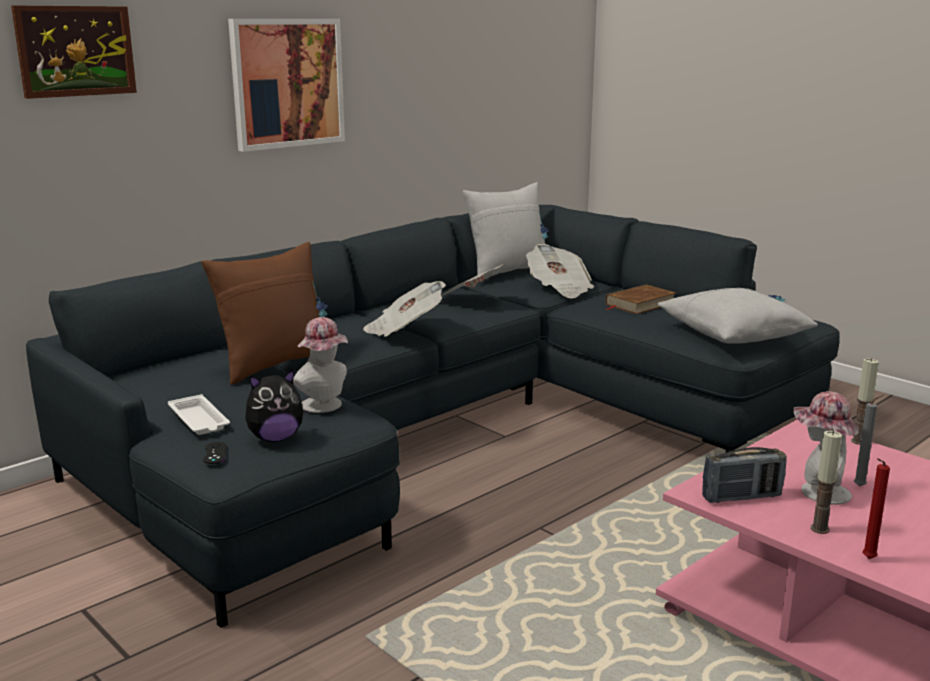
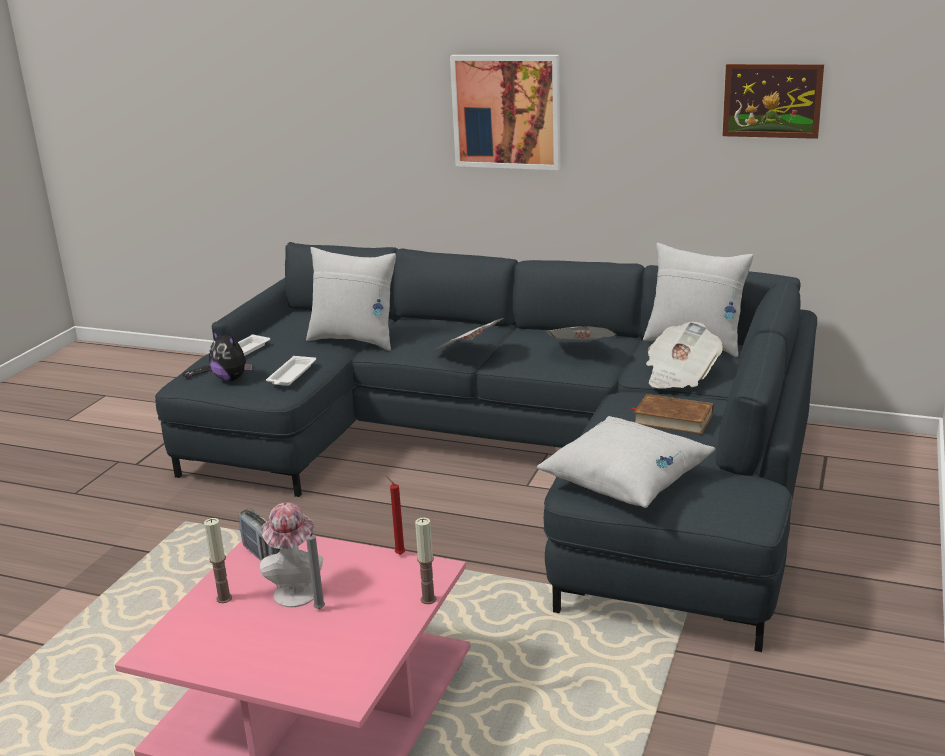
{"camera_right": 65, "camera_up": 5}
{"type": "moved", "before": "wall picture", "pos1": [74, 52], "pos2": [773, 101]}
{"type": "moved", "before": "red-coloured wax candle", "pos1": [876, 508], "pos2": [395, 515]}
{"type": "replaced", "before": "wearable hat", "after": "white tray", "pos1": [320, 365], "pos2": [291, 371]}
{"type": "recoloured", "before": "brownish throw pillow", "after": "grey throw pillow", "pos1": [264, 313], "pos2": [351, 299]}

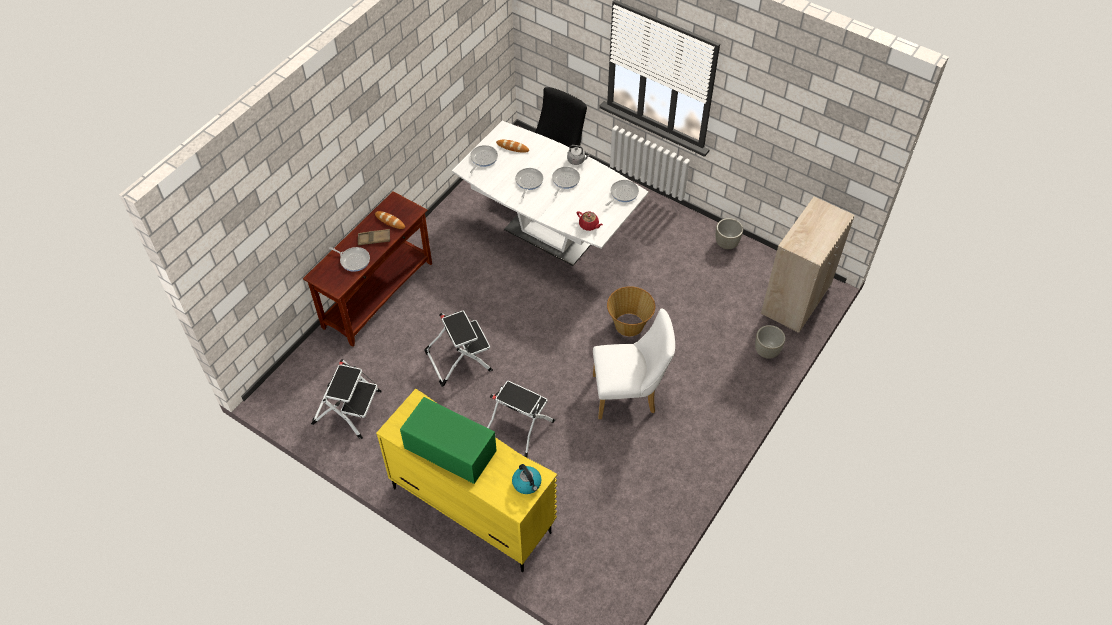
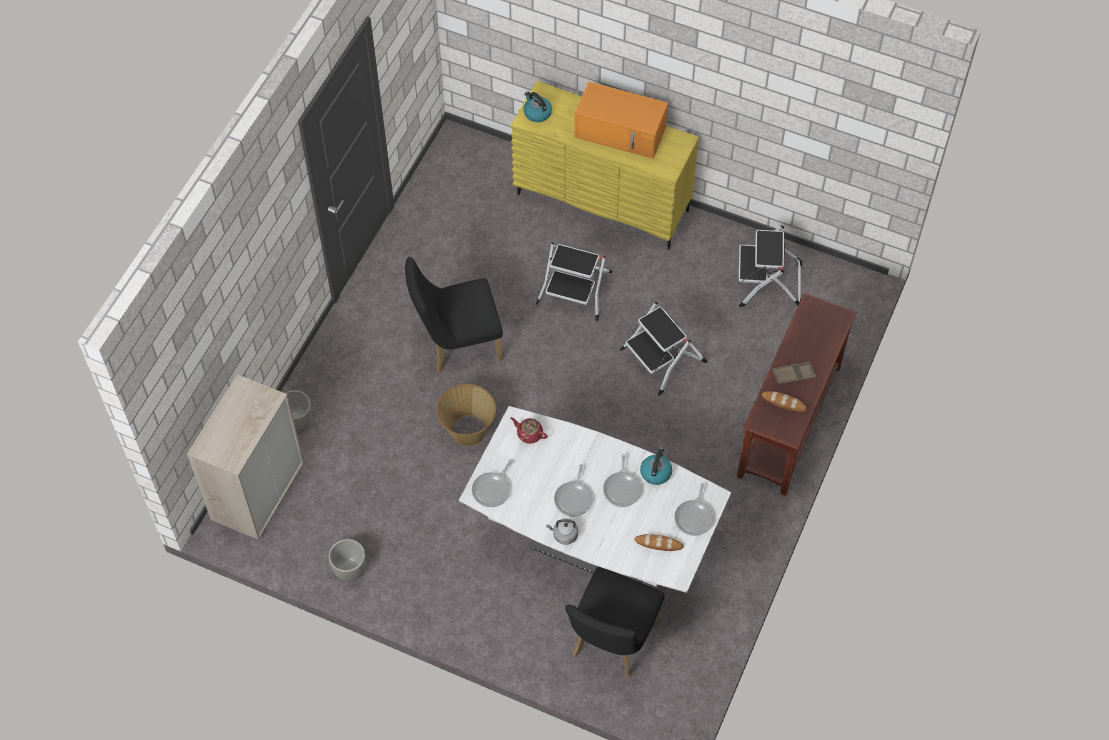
{"camera_right": 170, "camera_up": 5}
{"type": "removed", "before": "frying pan", "pos1": [349, 259]}
{"type": "added", "after": "water kettle", "pos2": [656, 466]}
{"type": "recoloured", "before": "green-coloured kitchen microwave", "after": "orangey kitchen microwave", "pos1": [448, 440], "pos2": [621, 120]}
{"type": "recoloured", "before": "white upright chair", "after": "blackish upright chair", "pos1": [634, 363], "pos2": [454, 315]}

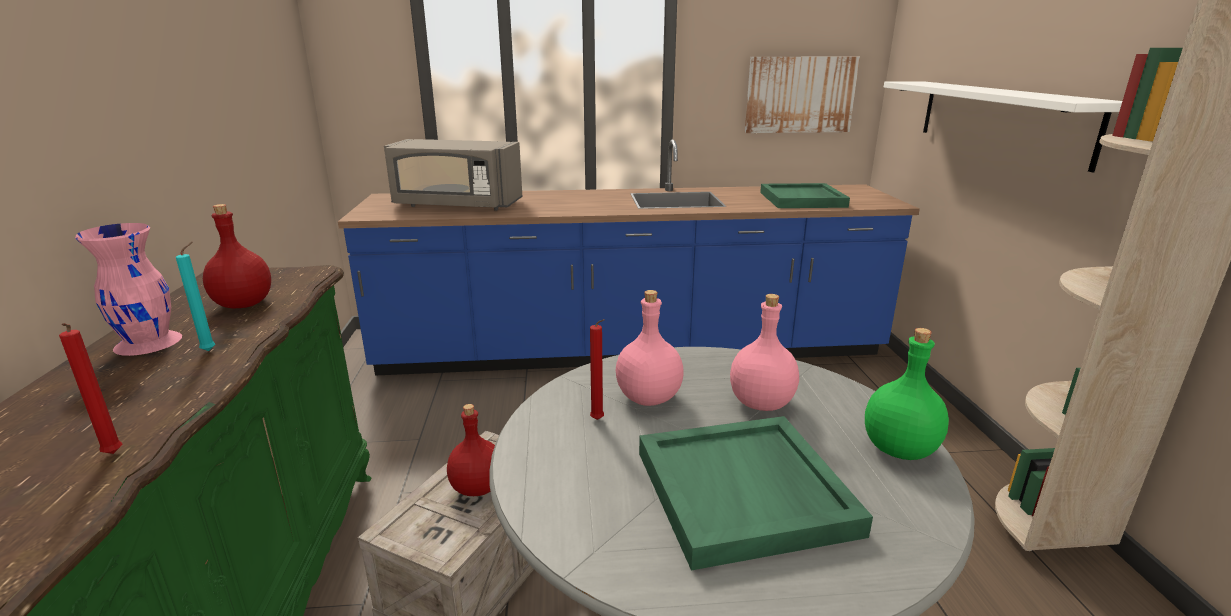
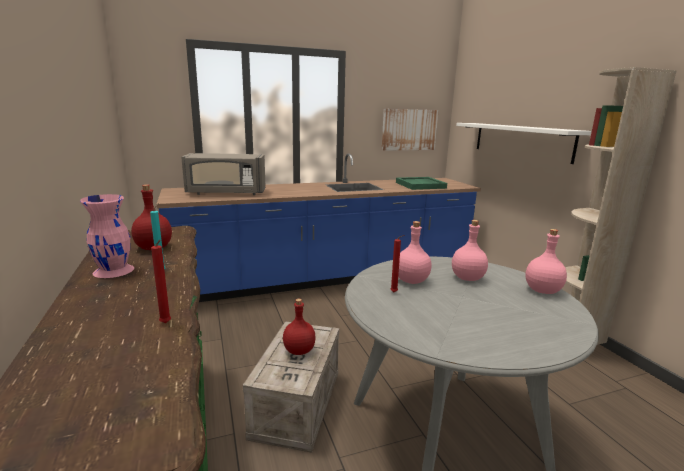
{"camera_right": -15, "camera_up": -5}
{"type": "removed", "before": "green-coloured tray", "pos1": [756, 493]}
{"type": "recoloured", "before": "green-coloured beverage bottle", "after": "pinkish beverage bottle", "pos1": [907, 394], "pos2": [546, 261]}

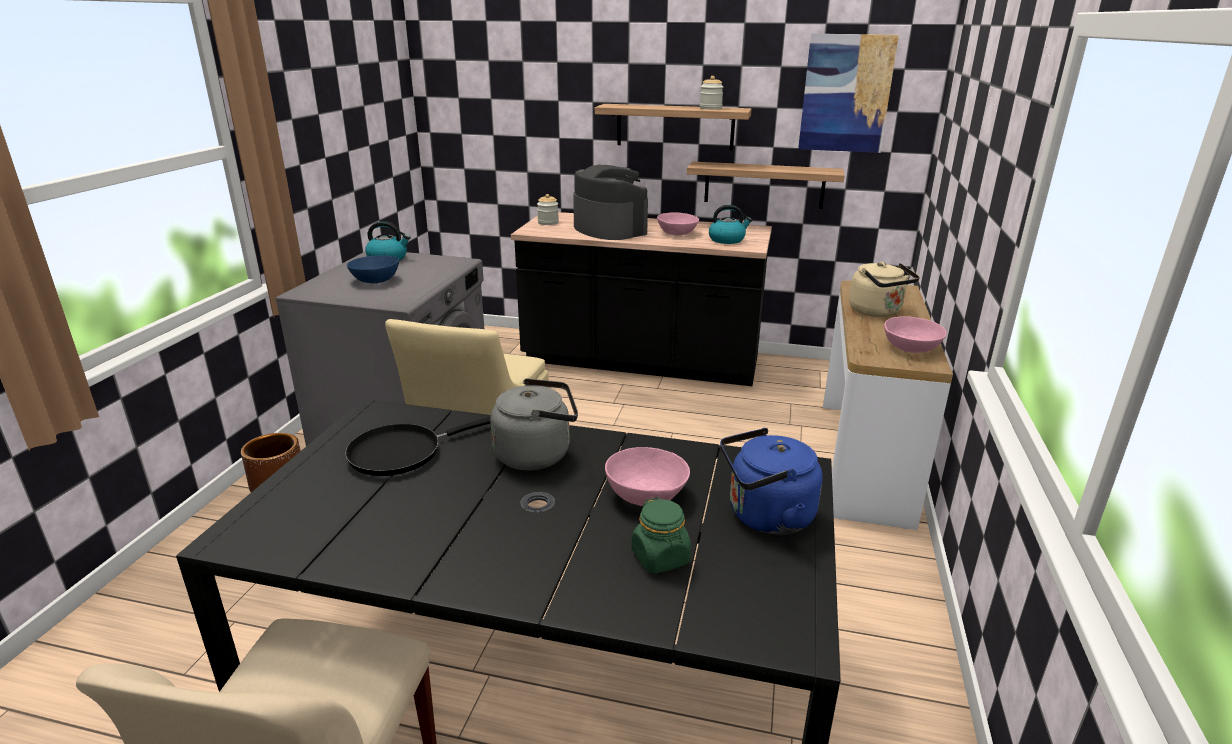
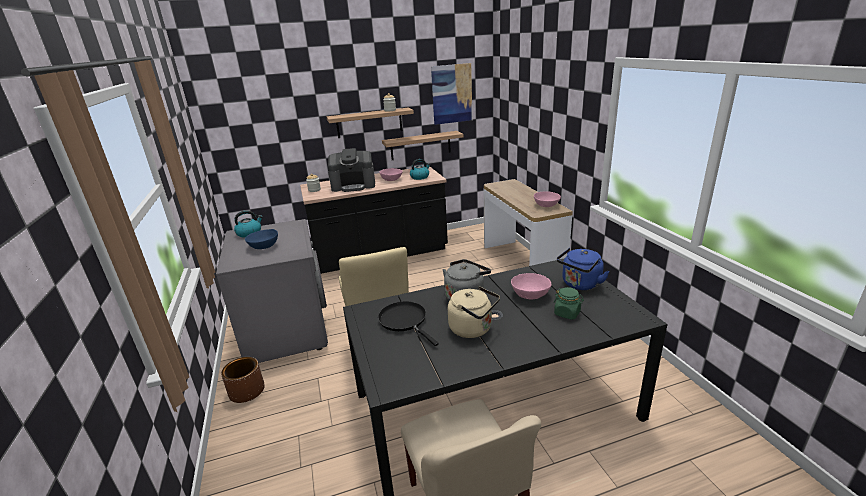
{"camera_right": -30, "camera_up": 0}
{"type": "moved", "before": "sand-coloured water kettle", "pos1": [884, 289], "pos2": [474, 312]}
{"type": "turned", "before": "blackish frying pan", "pos1": [418, 446], "pos2": [408, 323], "turn": 120}
{"type": "turned", "before": "coffee machine", "pos1": [611, 202], "pos2": [351, 170], "turn": 150}

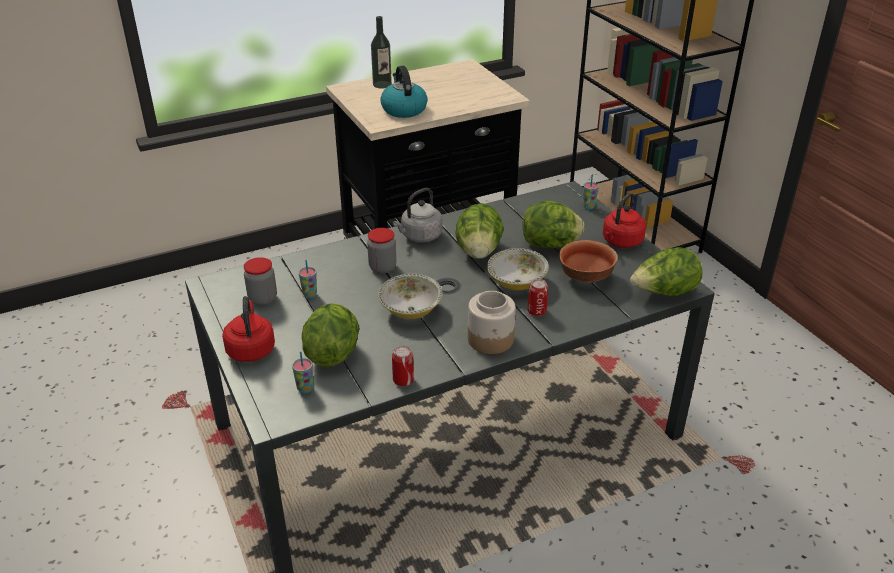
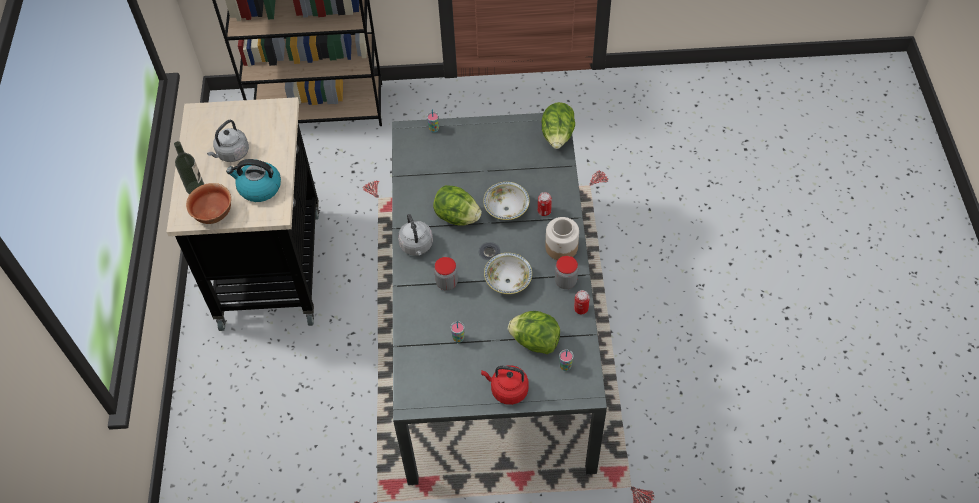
{"camera_right": -65, "camera_up": 20}
{"type": "removed", "before": "lettuce", "pos1": [553, 224]}
{"type": "removed", "before": "red-coloured water kettle", "pos1": [624, 220]}
{"type": "added", "after": "grey water kettle", "pos2": [228, 141]}
{"type": "moved", "before": "preserve jar", "pos1": [260, 281], "pos2": [566, 272]}
{"type": "moved", "before": "bowl", "pos1": [588, 261], "pos2": [208, 203]}

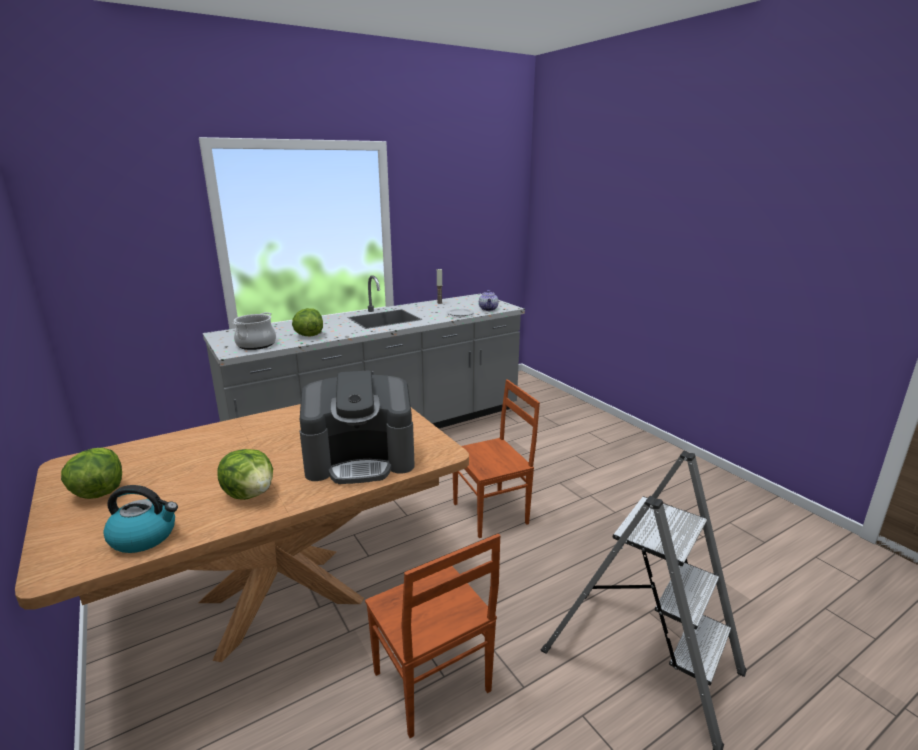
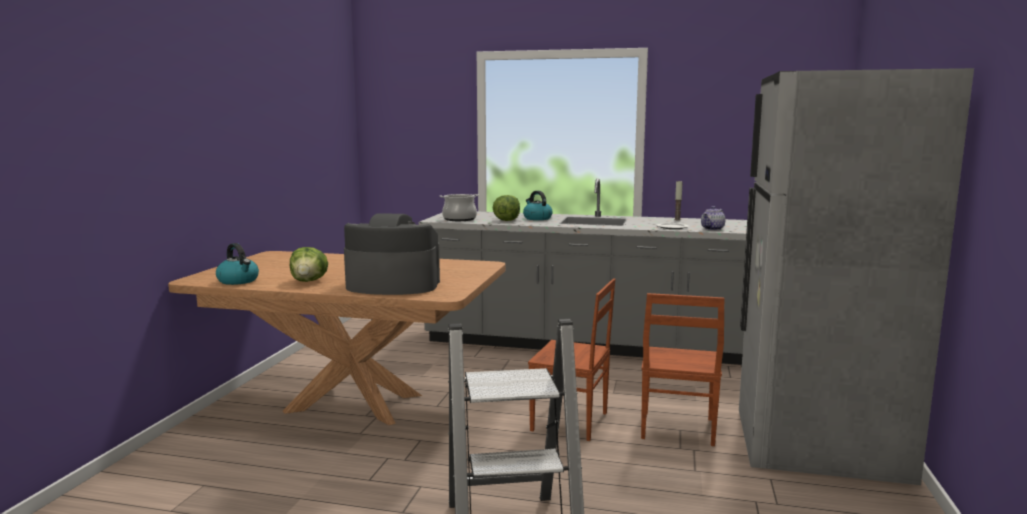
{"camera_right": 45, "camera_up": -10}
{"type": "removed", "before": "lettuce", "pos1": [91, 473]}
{"type": "added", "after": "water kettle", "pos2": [538, 205]}
{"type": "added", "after": "grey refrigerator", "pos2": [856, 276]}
{"type": "moved", "before": "brownish upright chair", "pos1": [433, 636], "pos2": [683, 369]}
{"type": "turned", "before": "coffee machine", "pos1": [357, 427], "pos2": [392, 254], "turn": 150}

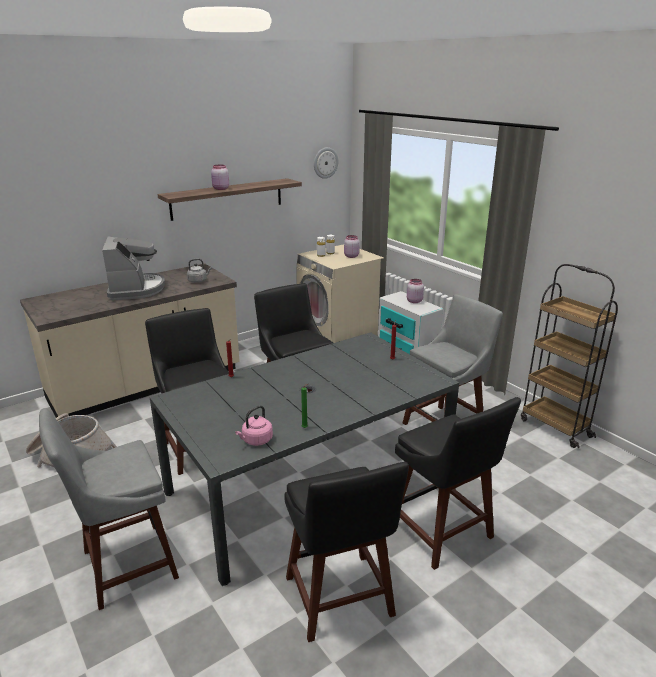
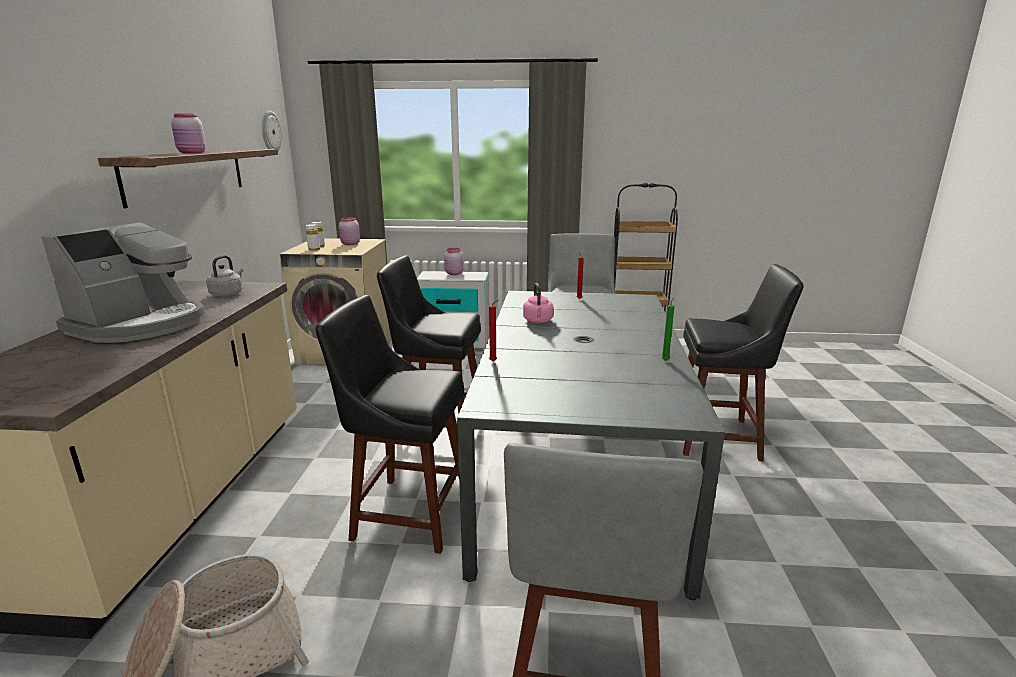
{"camera_right": -50, "camera_up": -5}
{"type": "removed", "before": "blackish upright chair", "pos1": [346, 552]}
{"type": "moved", "before": "pinkish water kettle", "pos1": [254, 425], "pos2": [538, 303]}
{"type": "turned", "before": "coffee machine", "pos1": [133, 268], "pos2": [123, 282], "turn": 90}

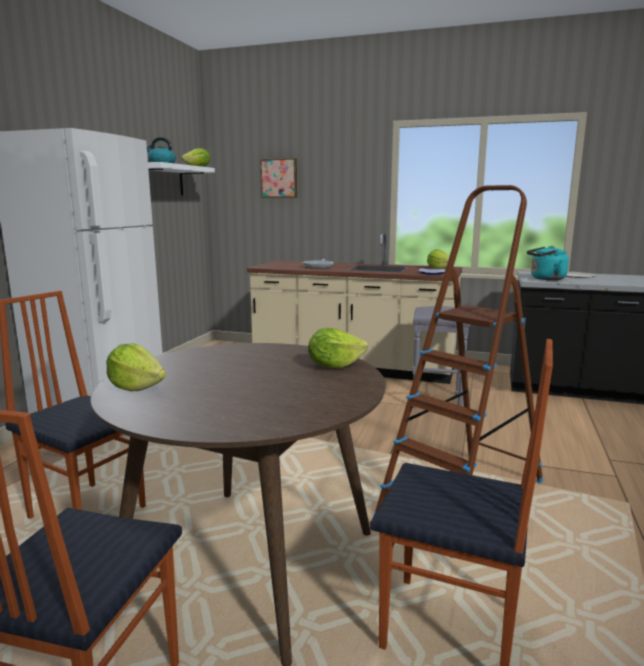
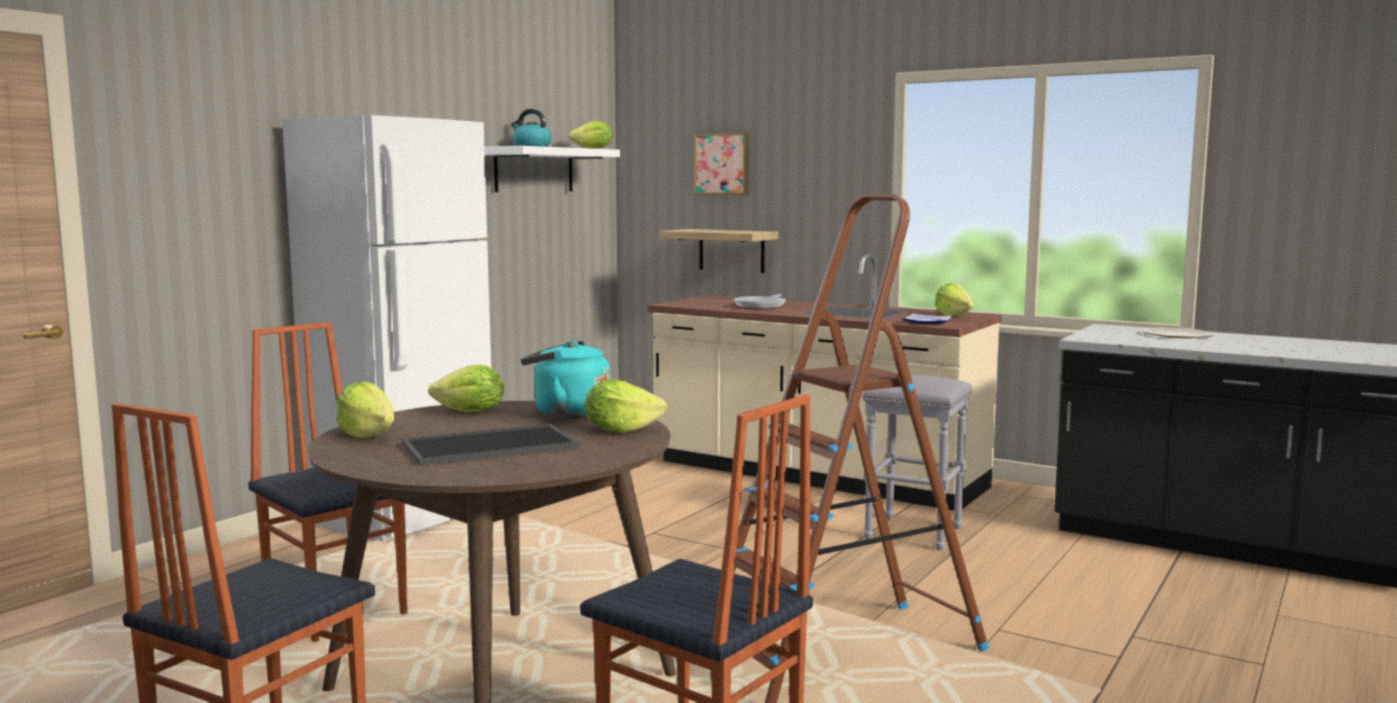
{"camera_right": 15, "camera_up": -5}
{"type": "added", "after": "tray", "pos2": [490, 445]}
{"type": "added", "after": "lettuce", "pos2": [466, 388]}
{"type": "added", "after": "bracket shelf", "pos2": [718, 251]}
{"type": "moved", "before": "turquoise water kettle", "pos1": [548, 263], "pos2": [566, 380]}

